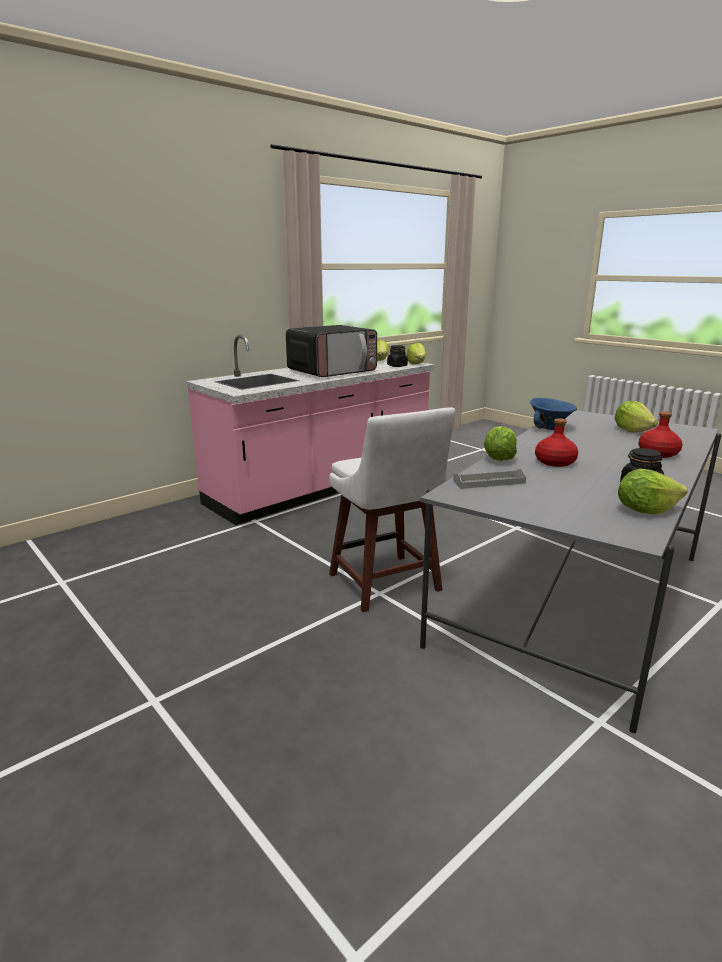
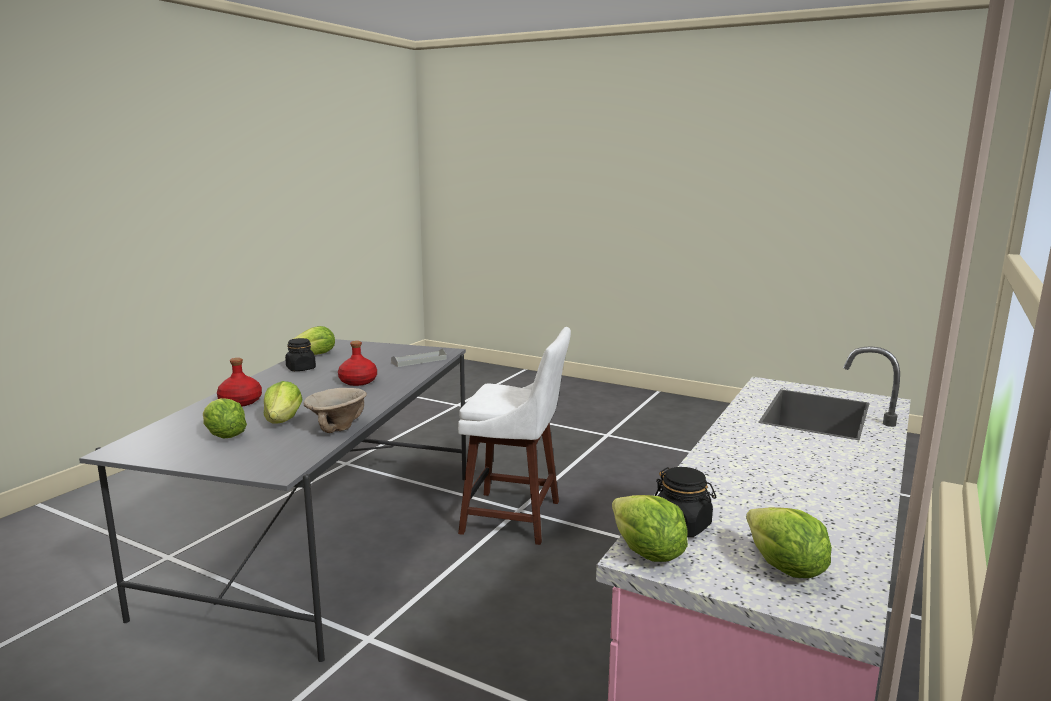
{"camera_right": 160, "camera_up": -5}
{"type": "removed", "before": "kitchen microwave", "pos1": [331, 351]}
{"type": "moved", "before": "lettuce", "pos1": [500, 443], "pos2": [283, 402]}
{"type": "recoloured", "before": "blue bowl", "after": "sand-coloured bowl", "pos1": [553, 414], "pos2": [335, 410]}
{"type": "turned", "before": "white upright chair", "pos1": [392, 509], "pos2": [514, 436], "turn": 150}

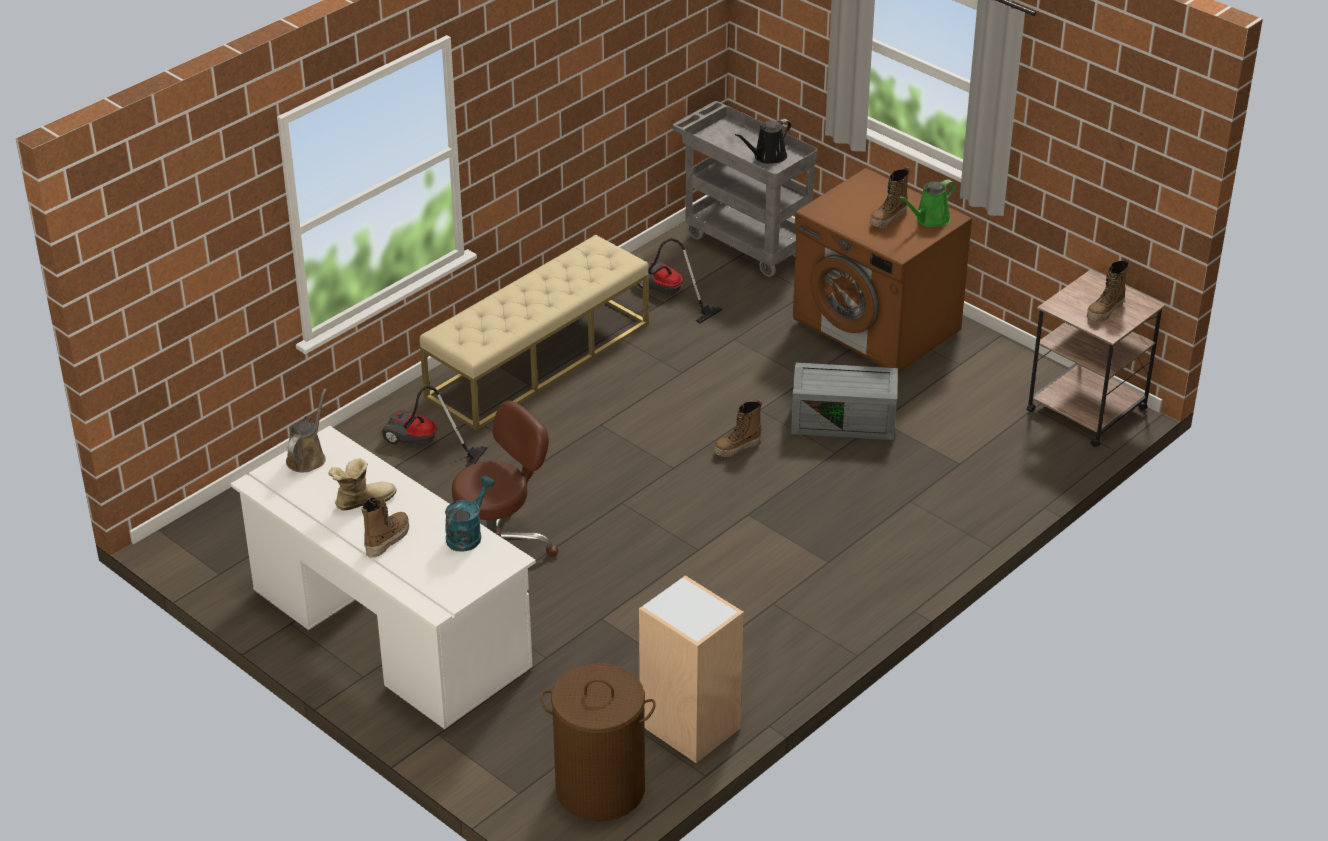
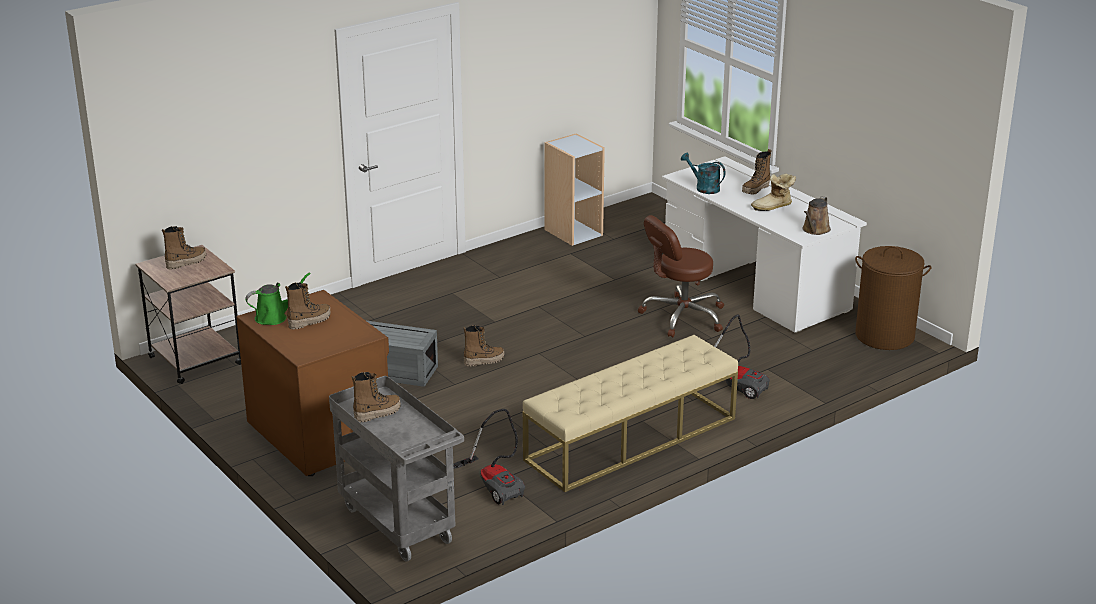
{"camera_right": -170, "camera_up": -10}
{"type": "moved", "before": "brownish hamper", "pos1": [598, 742], "pos2": [893, 298]}
{"type": "replaced", "before": "blackish sprinkling can", "after": "tall boot", "pos1": [763, 141], "pos2": [376, 397]}
{"type": "turned", "before": "turquoise sprinkling can", "pos1": [470, 514], "pos2": [703, 173], "turn": 90}

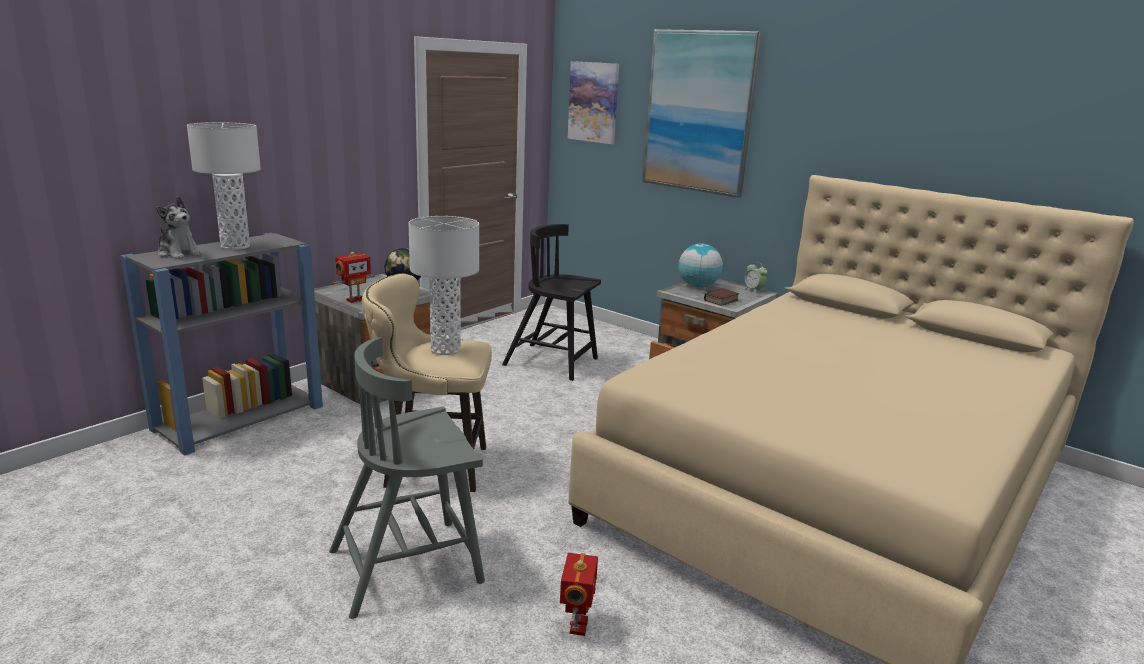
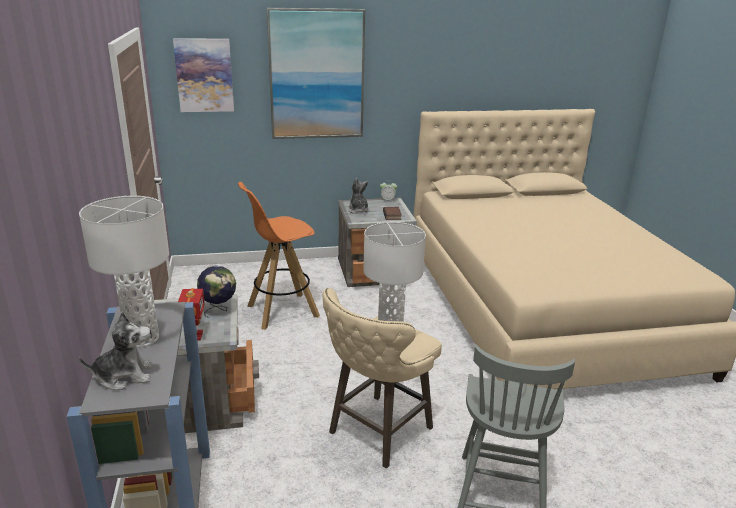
{"camera_right": -50, "camera_up": 5}
{"type": "removed", "before": "toy robot", "pos1": [579, 594]}
{"type": "replaced", "before": "blackish upright chair", "after": "orangey sitting stool", "pos1": [551, 302], "pos2": [279, 256]}
{"type": "replaced", "before": "globe", "after": "cuddly toy", "pos1": [701, 265], "pos2": [358, 196]}

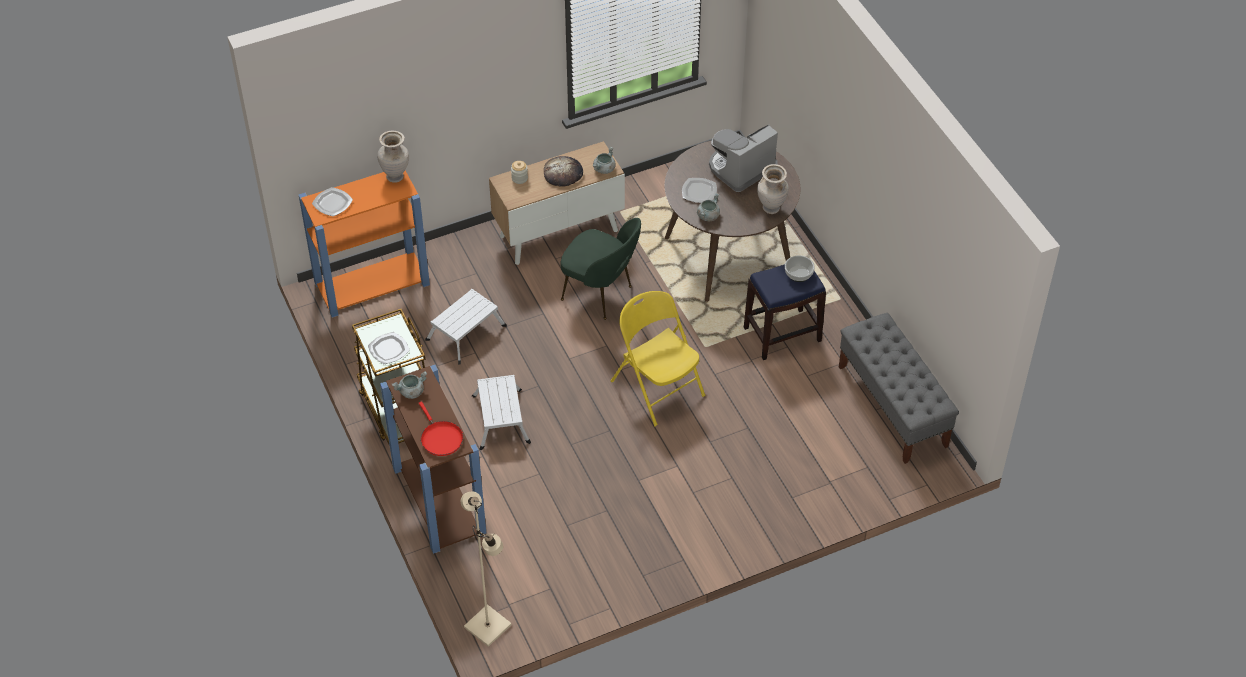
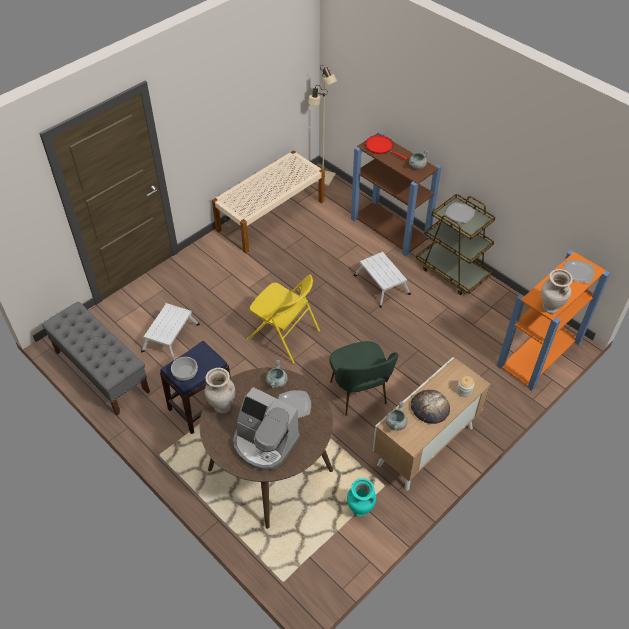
{"camera_right": 160, "camera_up": 0}
{"type": "added", "after": "sand-coloured bench", "pos2": [268, 202]}
{"type": "added", "after": "turquoise decorative vase", "pos2": [361, 497]}
{"type": "moved", "before": "white step stool", "pos1": [466, 327], "pos2": [170, 332]}
{"type": "turned", "before": "green-coloured upright chair", "pos1": [600, 269], "pos2": [363, 378], "turn": -120}
{"type": "turned", "before": "coffee machine", "pos1": [743, 158], "pos2": [266, 428], "turn": 90}

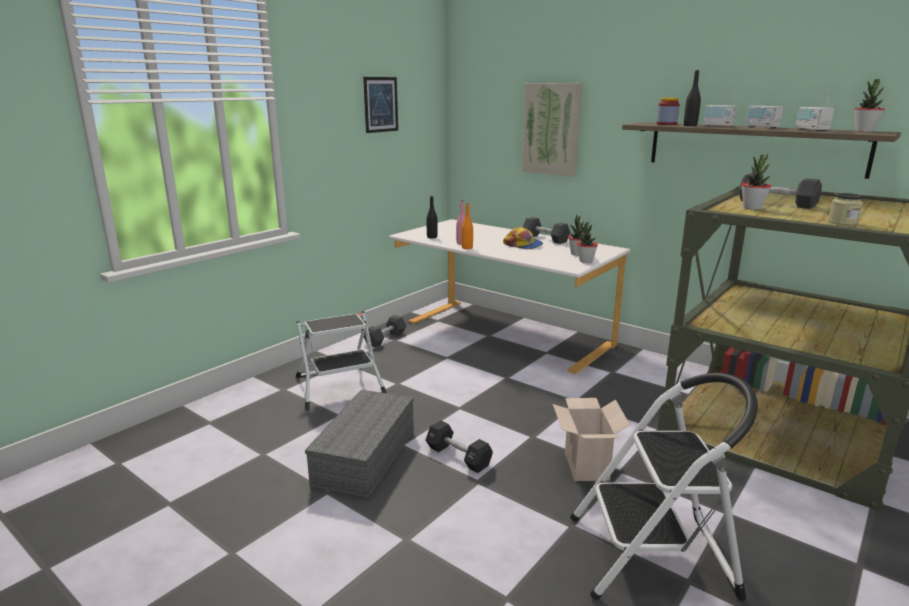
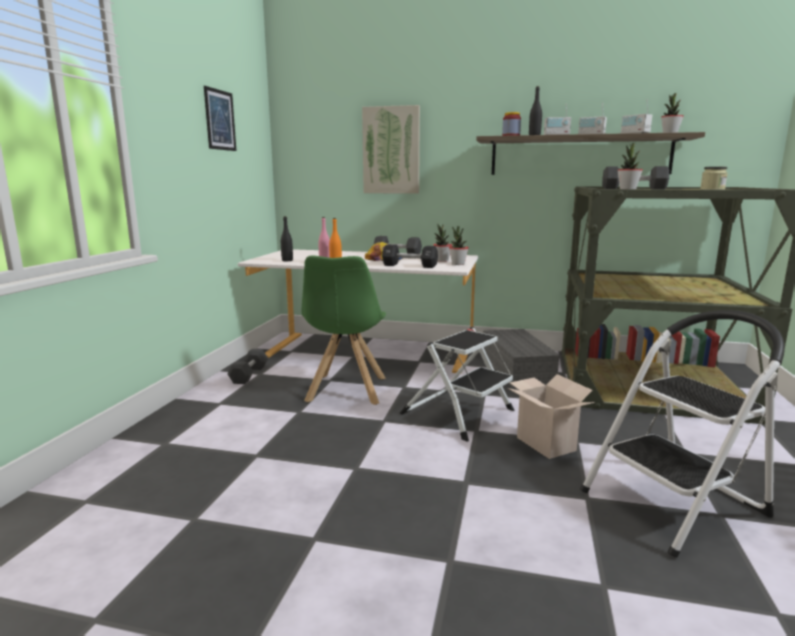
{"camera_right": -25, "camera_up": -5}
{"type": "added", "after": "green-coloured upright chair", "pos2": [343, 330]}
{"type": "moved", "before": "step stool", "pos1": [341, 361], "pos2": [456, 384]}
{"type": "moved", "before": "grey storage bin", "pos1": [359, 444], "pos2": [521, 358]}
{"type": "moved", "before": "blackish free weight", "pos1": [459, 446], "pos2": [410, 256]}

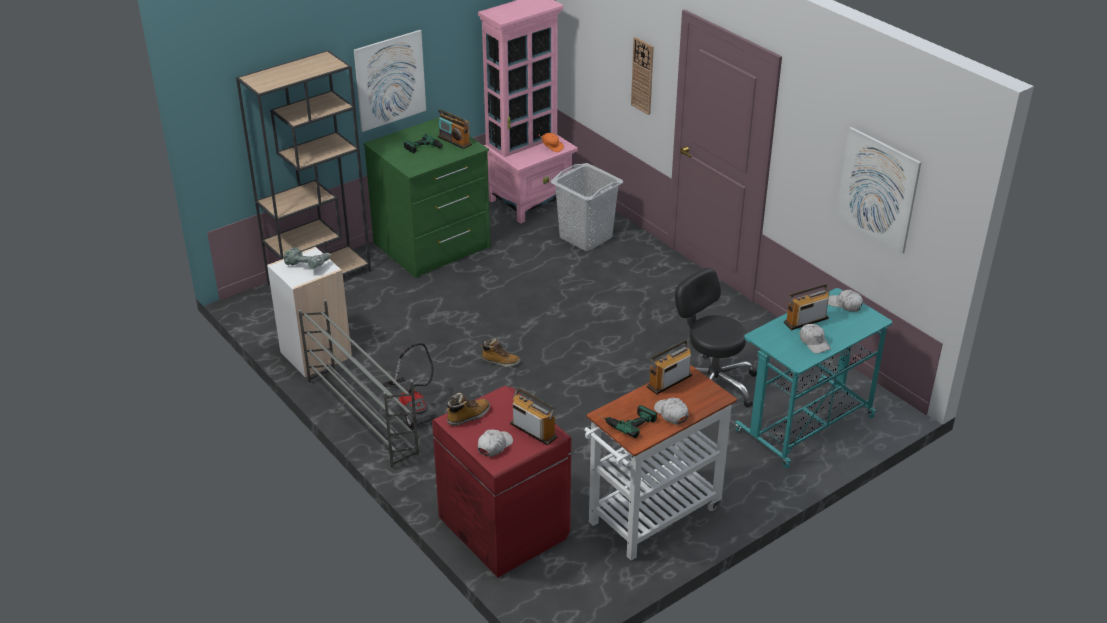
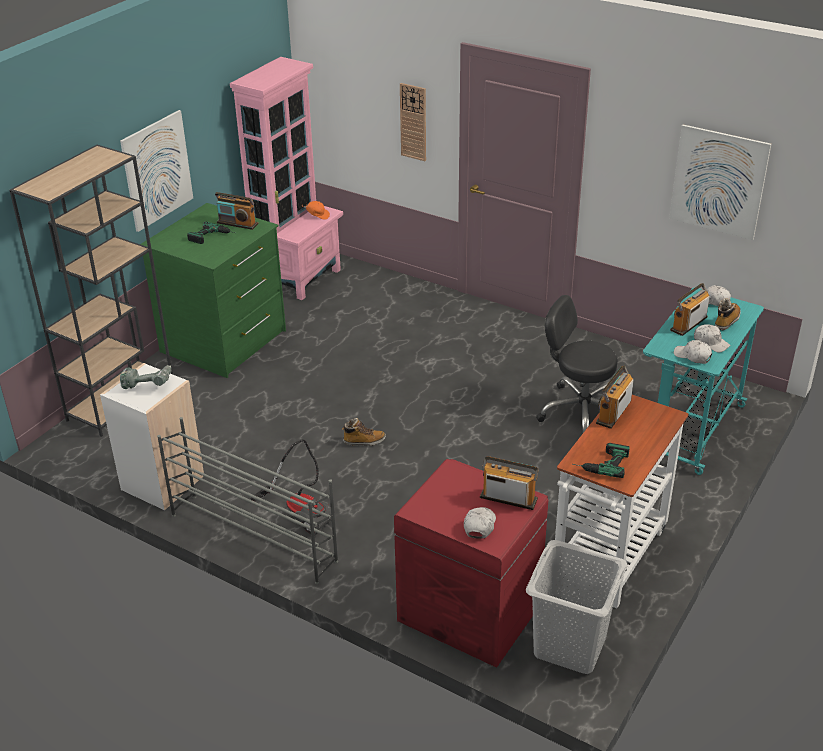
{"camera_right": -20, "camera_up": 0}
{"type": "moved", "before": "tall boot", "pos1": [468, 409], "pos2": [728, 314]}
{"type": "moved", "before": "grey hamper", "pos1": [586, 207], "pos2": [577, 607]}
{"type": "moved", "before": "white baseball cap", "pos1": [671, 411], "pos2": [693, 352]}

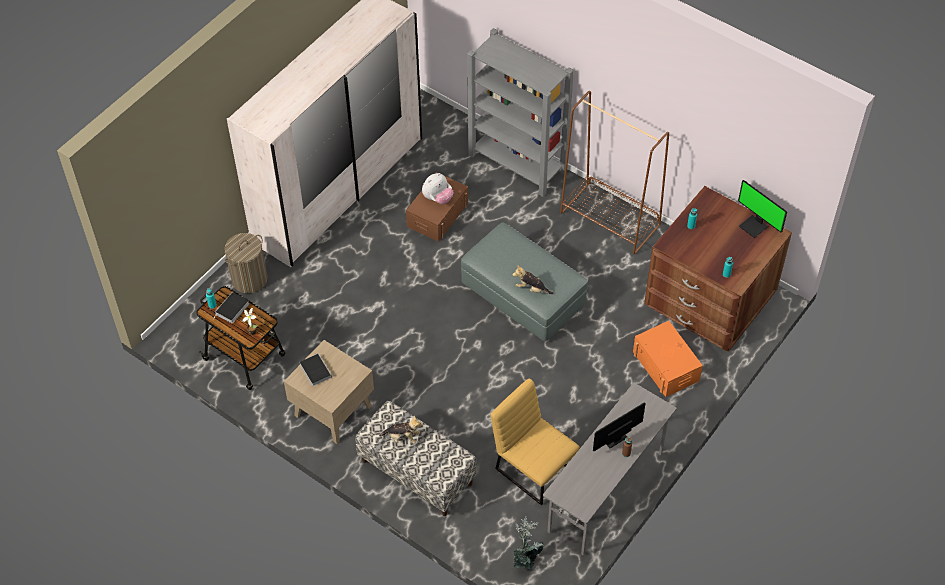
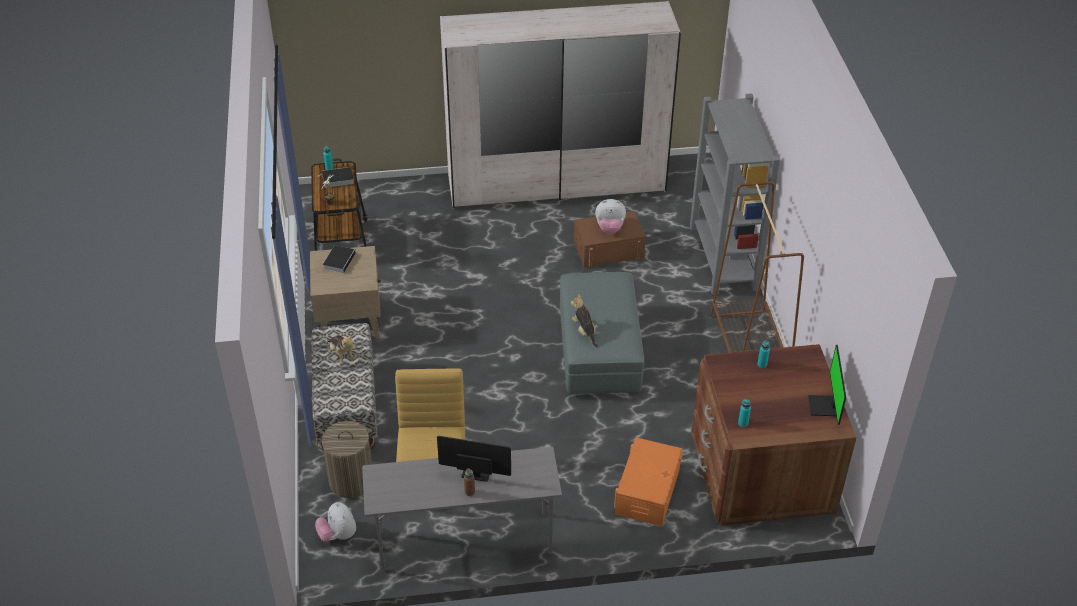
{"camera_right": 45, "camera_up": -10}
{"type": "moved", "before": "hamper", "pos1": [245, 263], "pos2": [345, 459]}
{"type": "replaced", "before": "houseplant", "after": "cuddly toy", "pos1": [528, 543], "pos2": [335, 522]}

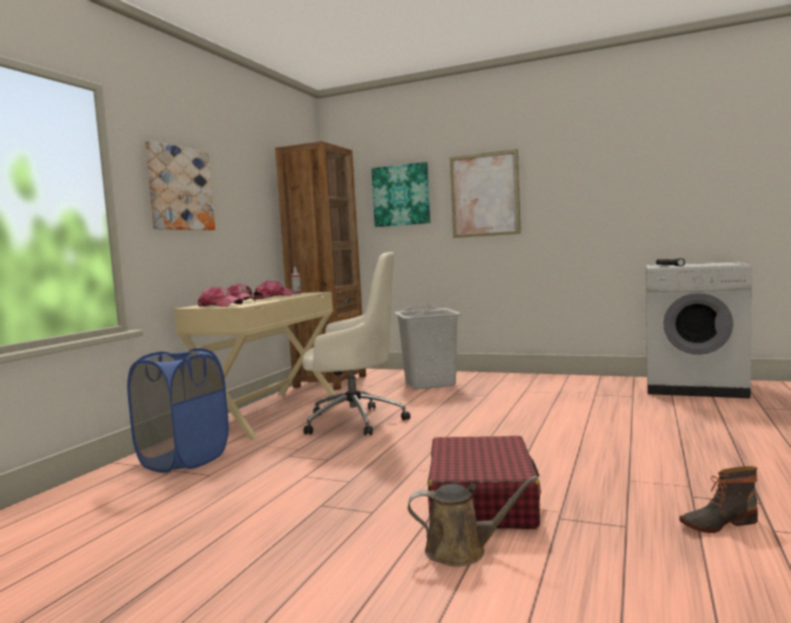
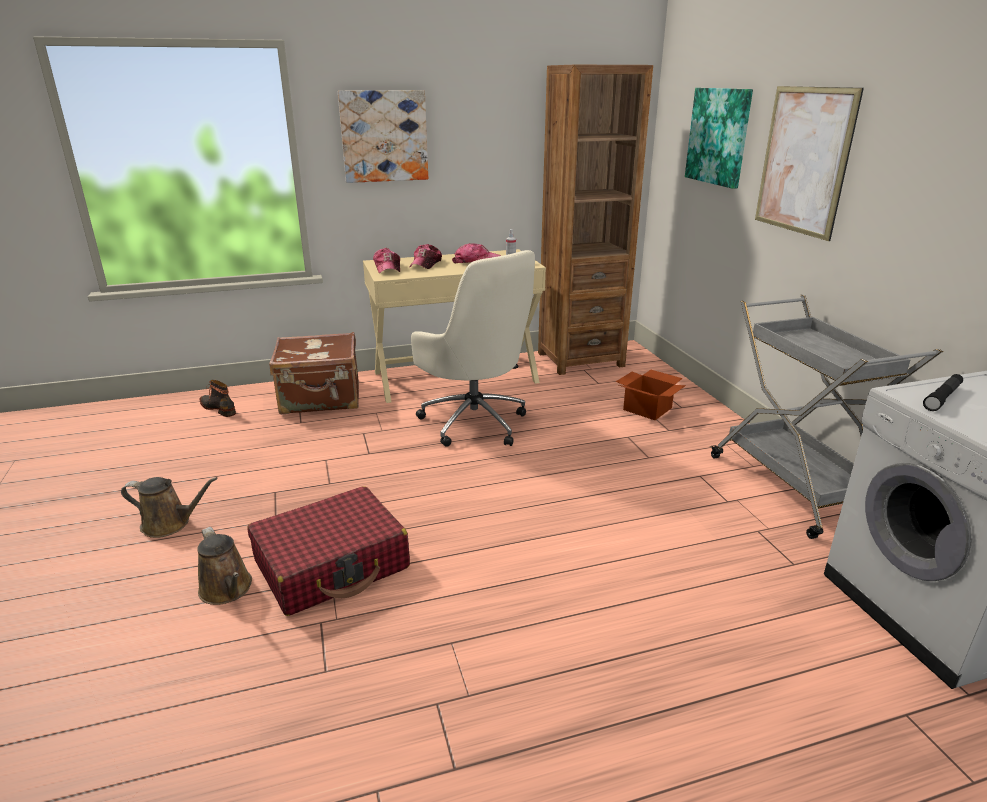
{"camera_right": 50, "camera_up": 20}
{"type": "added", "after": "brownish sprinkling can", "pos2": [169, 507]}
{"type": "added", "after": "grey trolley", "pos2": [826, 416]}
{"type": "moved", "before": "tall boot", "pos1": [718, 499], "pos2": [218, 398]}
{"type": "replaced", "before": "blue hamper", "after": "brownish travel case", "pos1": [178, 410], "pos2": [314, 373]}
{"type": "replaced", "before": "grey hamper", "after": "packing box", "pos1": [428, 347], "pos2": [651, 395]}

